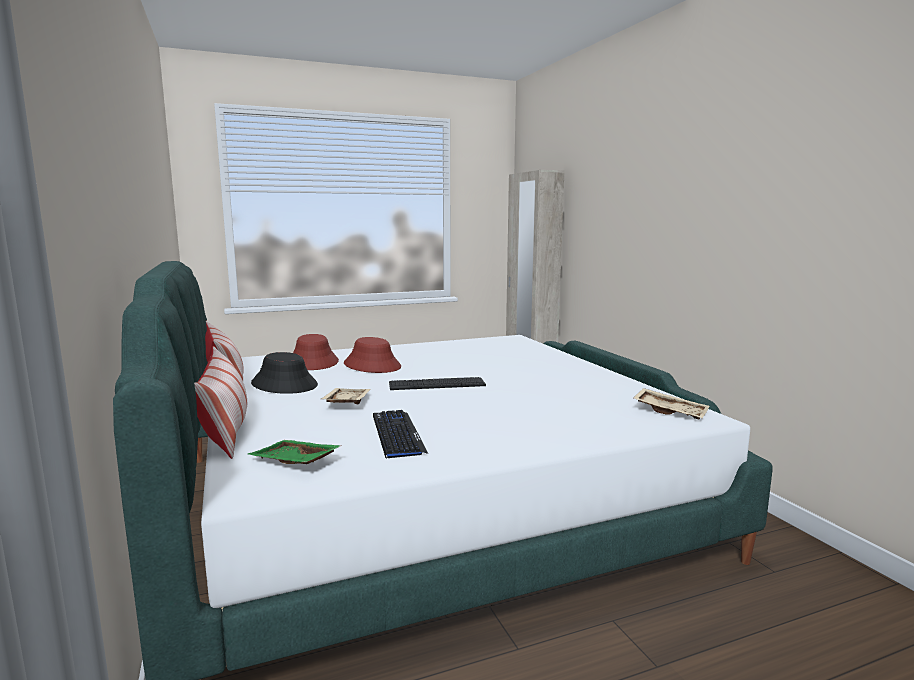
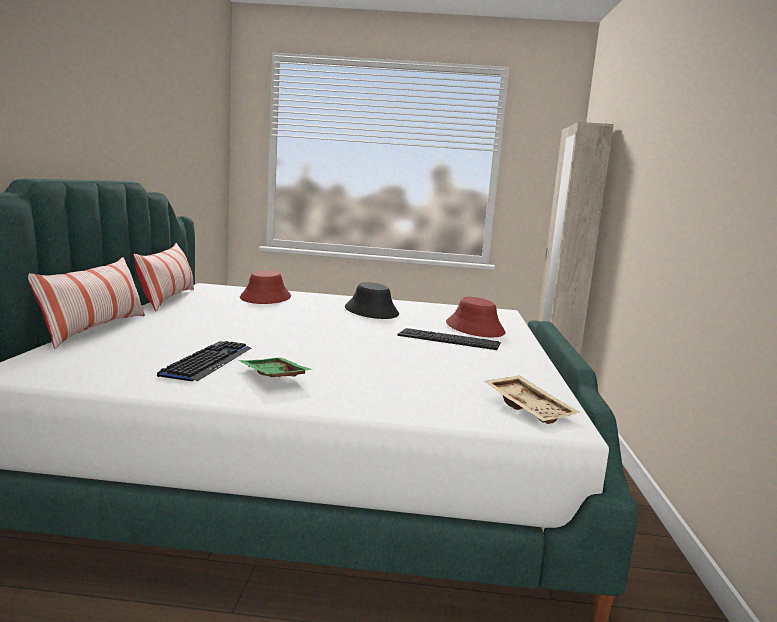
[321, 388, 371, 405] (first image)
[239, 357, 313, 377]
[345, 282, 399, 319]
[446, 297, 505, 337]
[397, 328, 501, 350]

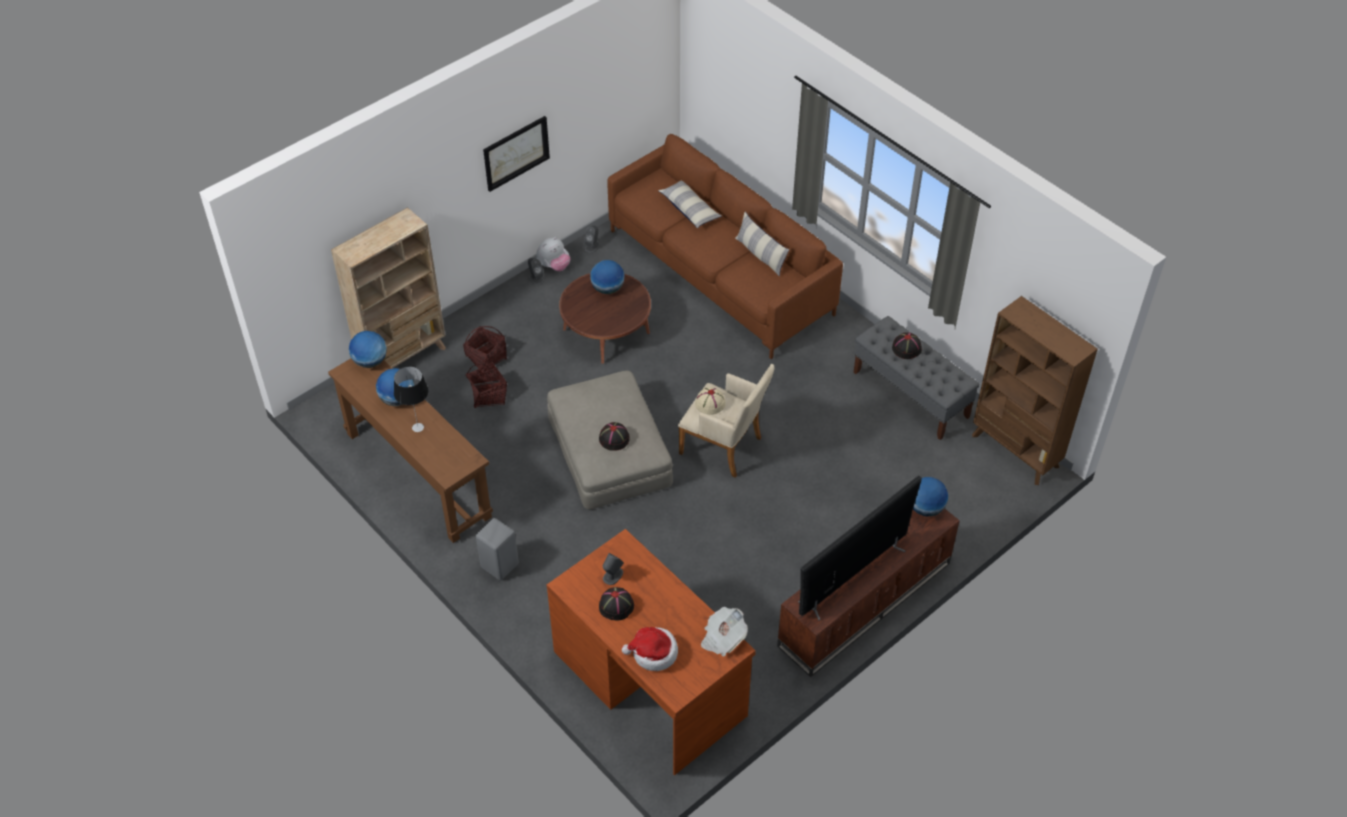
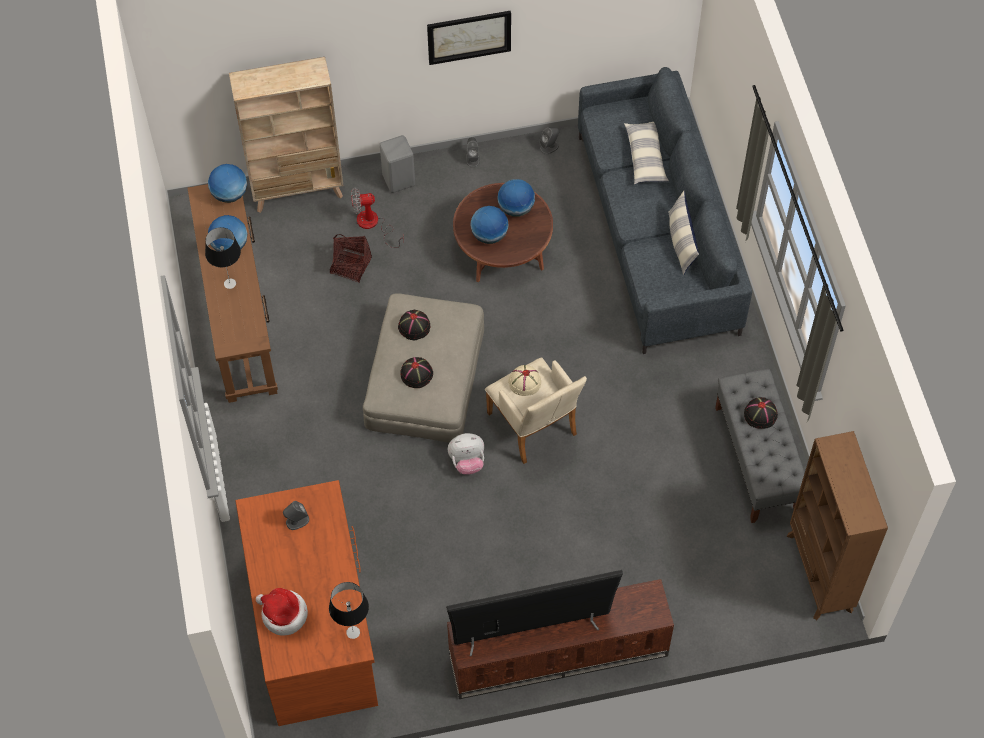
[380, 135, 415, 193]
[448, 433, 484, 475]
[398, 310, 430, 340]
[471, 206, 509, 244]
[351, 188, 404, 248]
[329, 582, 369, 639]
[578, 67, 752, 354]

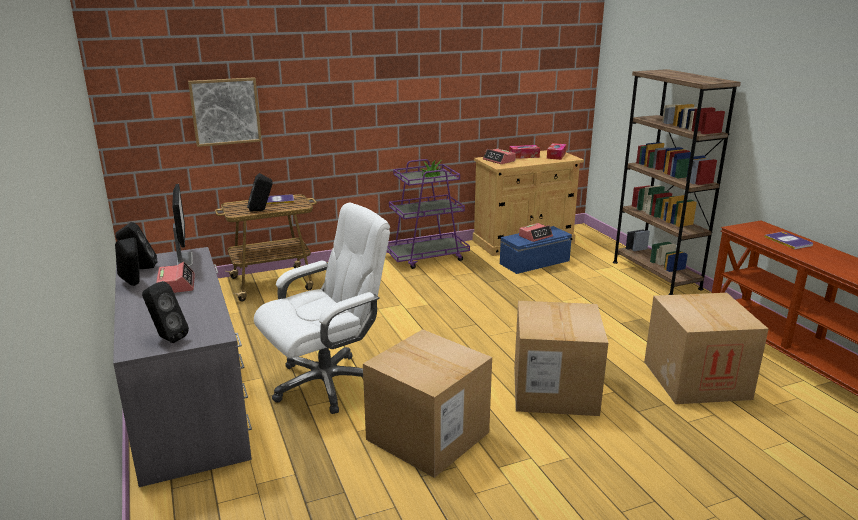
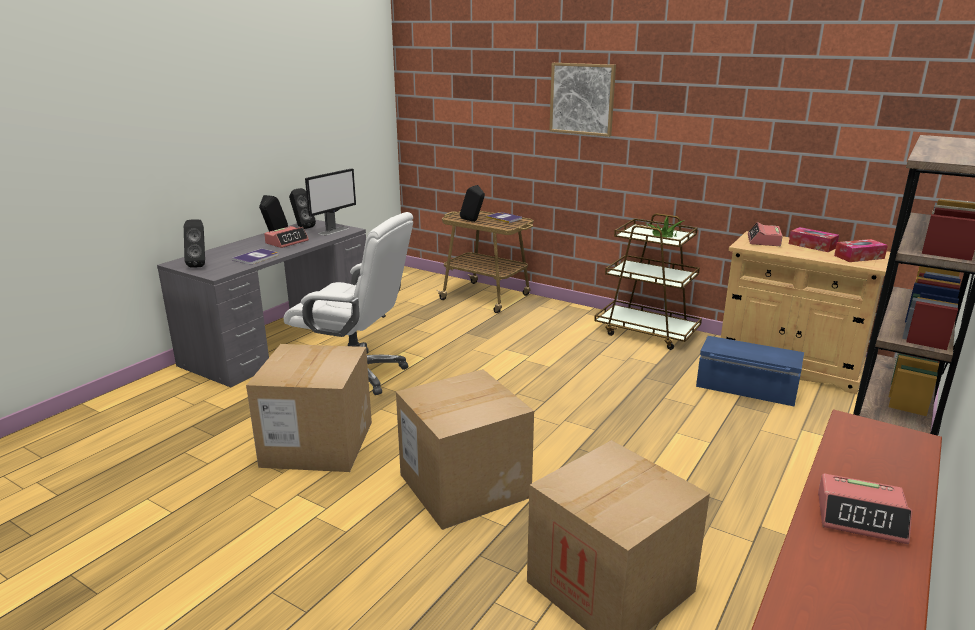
[549, 63, 616, 137]
[818, 473, 912, 544]
[232, 249, 278, 264]
[594, 213, 702, 350]

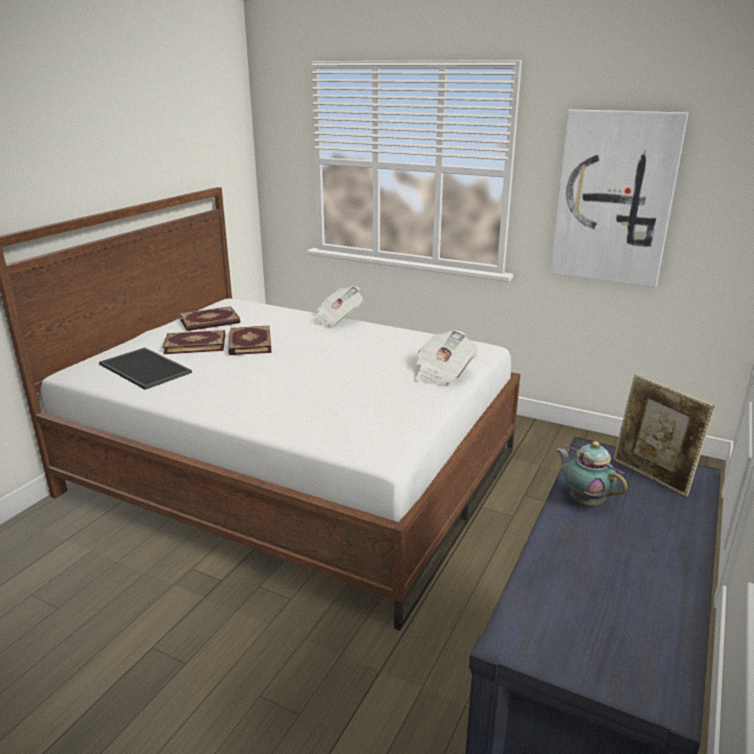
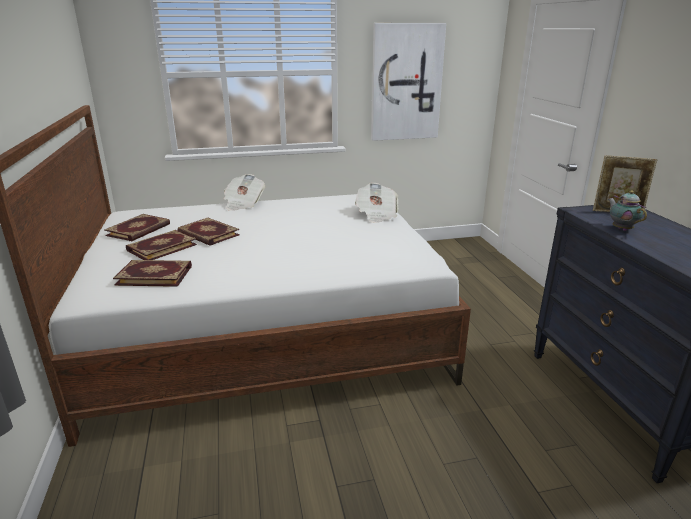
[113, 260, 192, 287]
[608, 190, 647, 231]

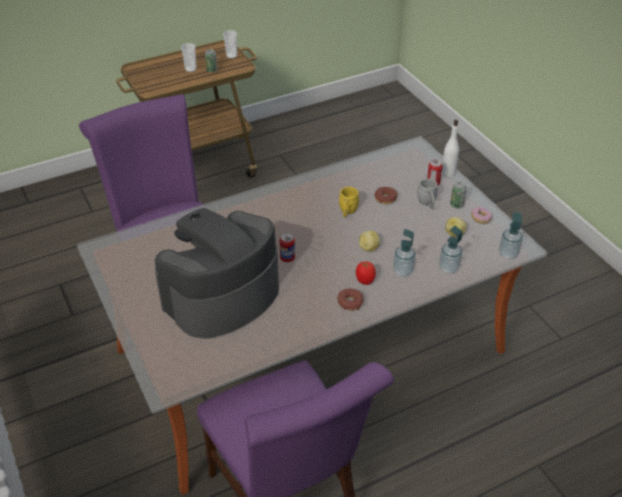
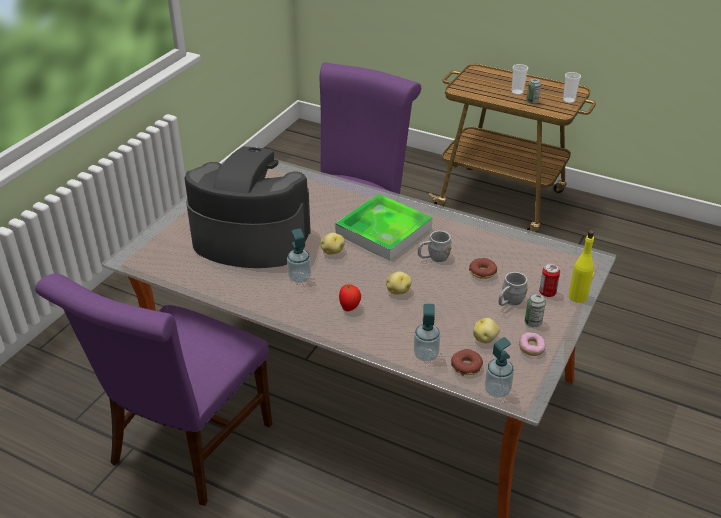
[335, 194, 432, 261]
[451, 349, 483, 376]
[287, 228, 311, 283]
[320, 233, 344, 255]
[418, 231, 452, 262]
[569, 230, 594, 303]

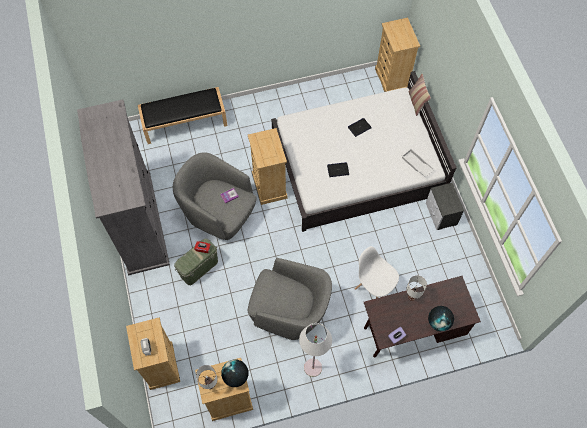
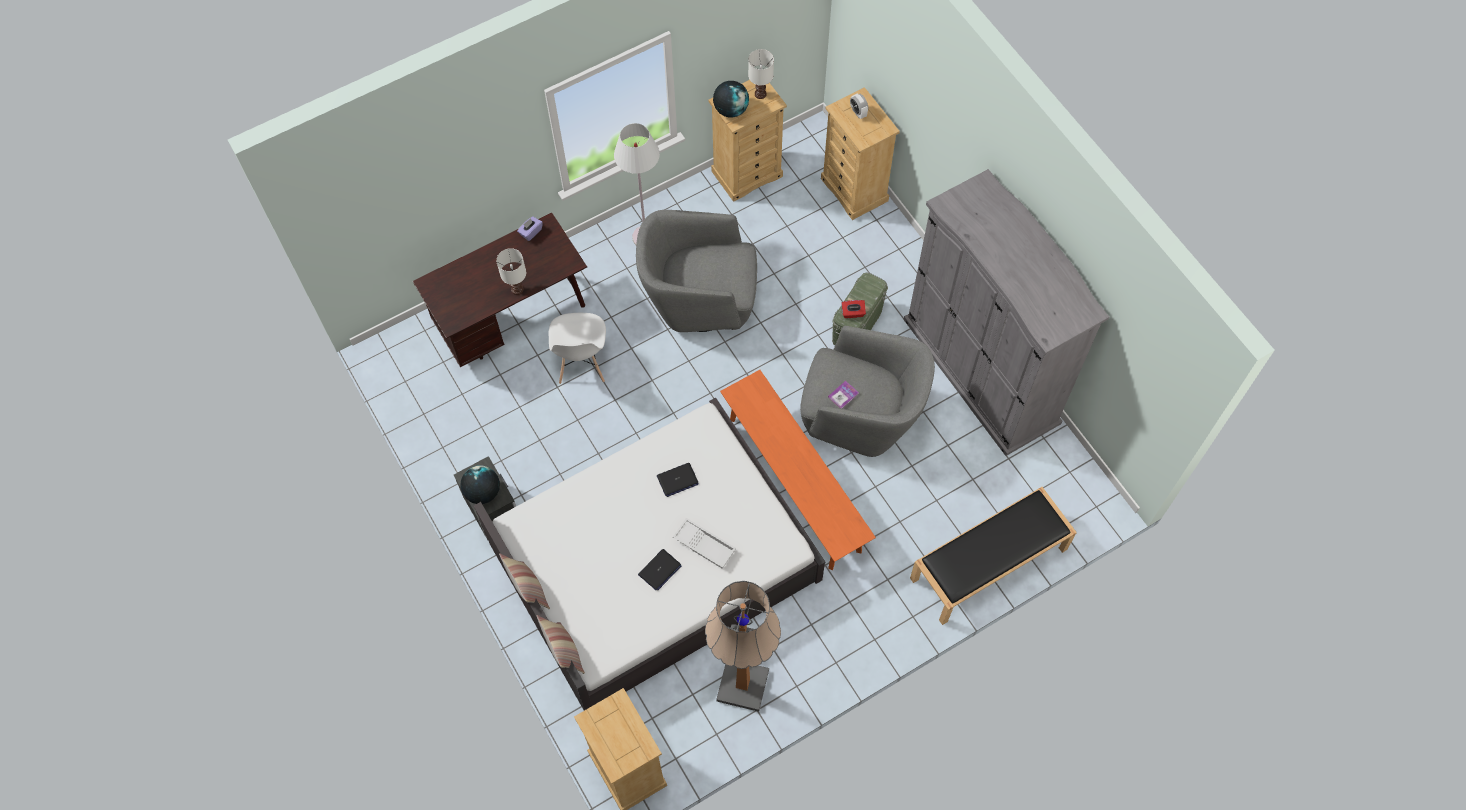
[499, 553, 550, 609]
[705, 581, 781, 712]
[673, 518, 736, 569]
[460, 466, 500, 504]
[720, 370, 876, 570]
[549, 313, 606, 384]

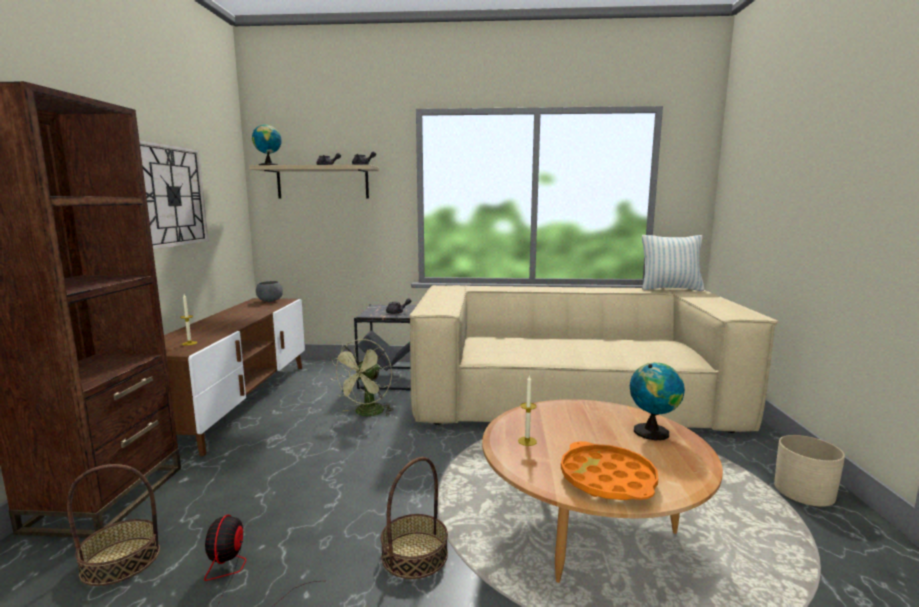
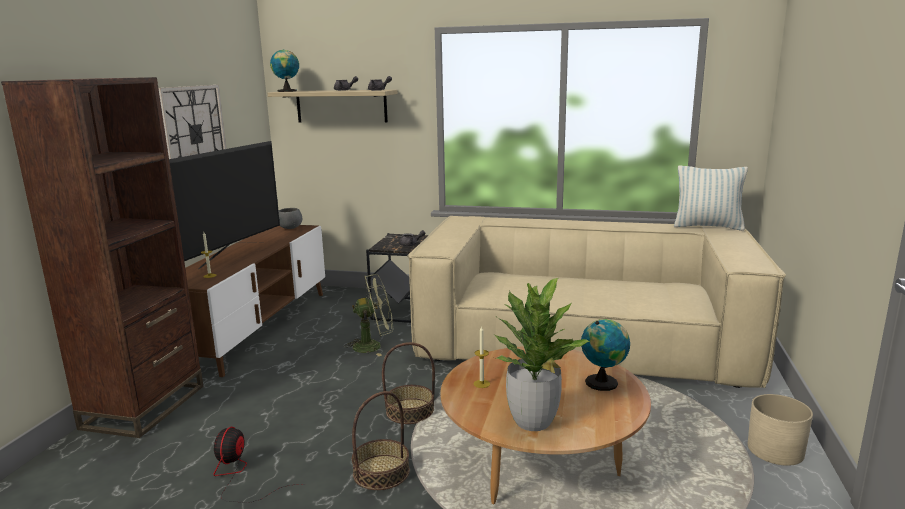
[169, 141, 280, 269]
[382, 342, 435, 424]
[495, 278, 589, 431]
[344, 274, 393, 356]

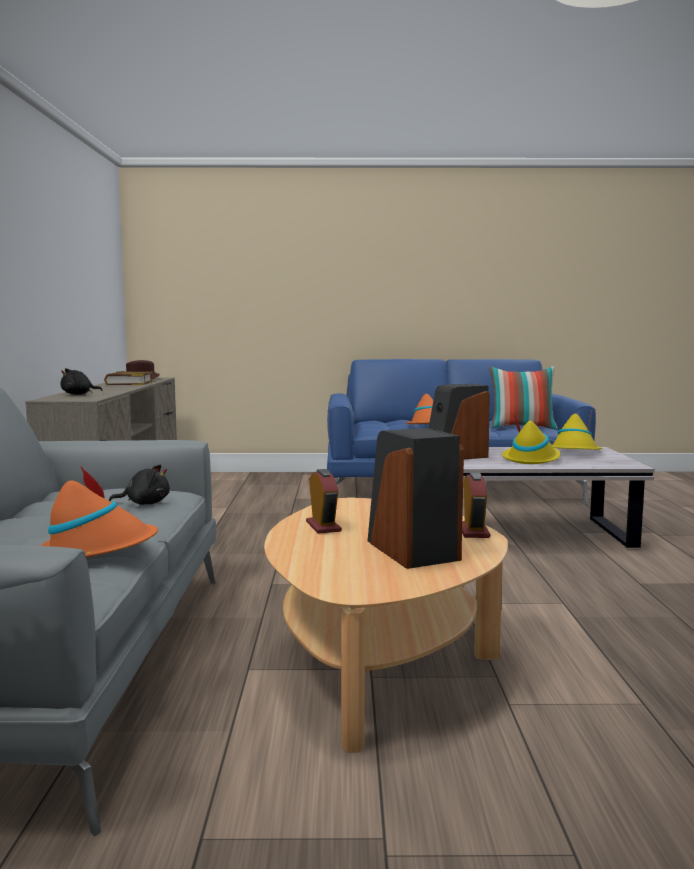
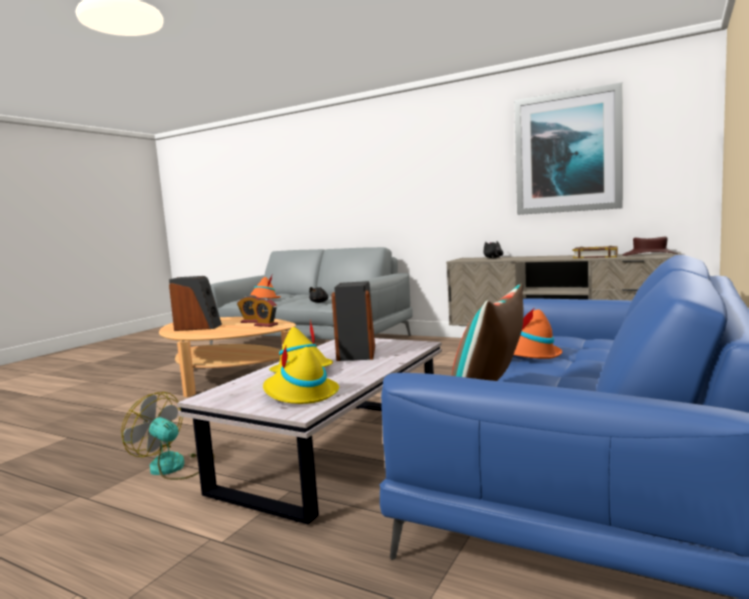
[121, 392, 214, 480]
[514, 82, 623, 215]
[252, 298, 278, 327]

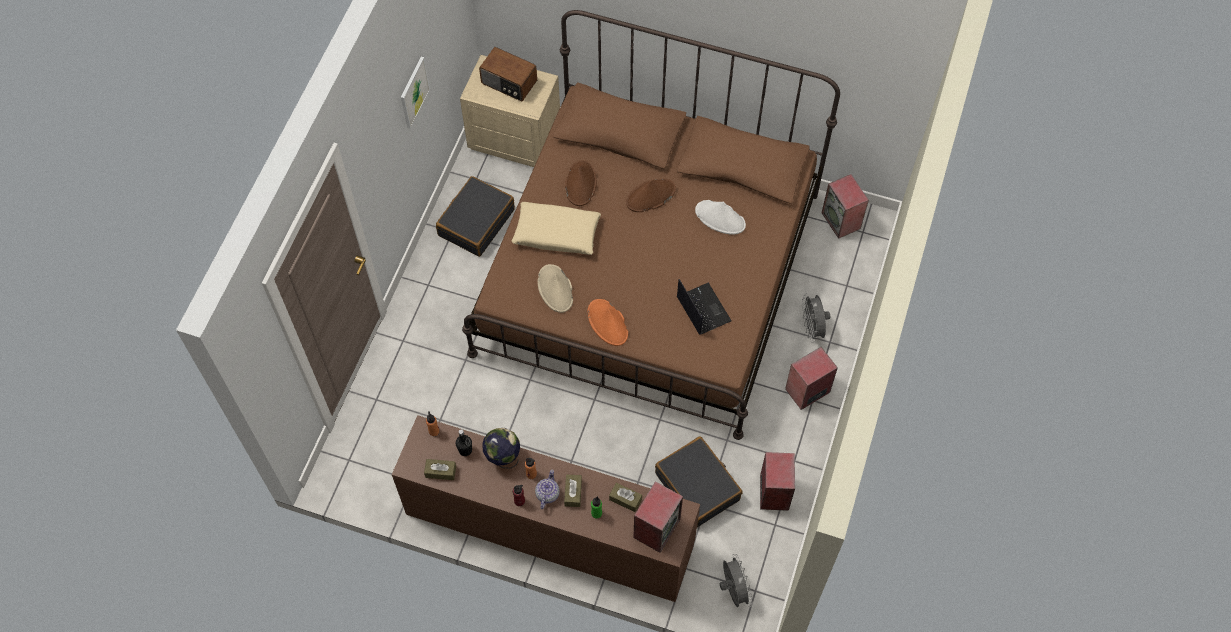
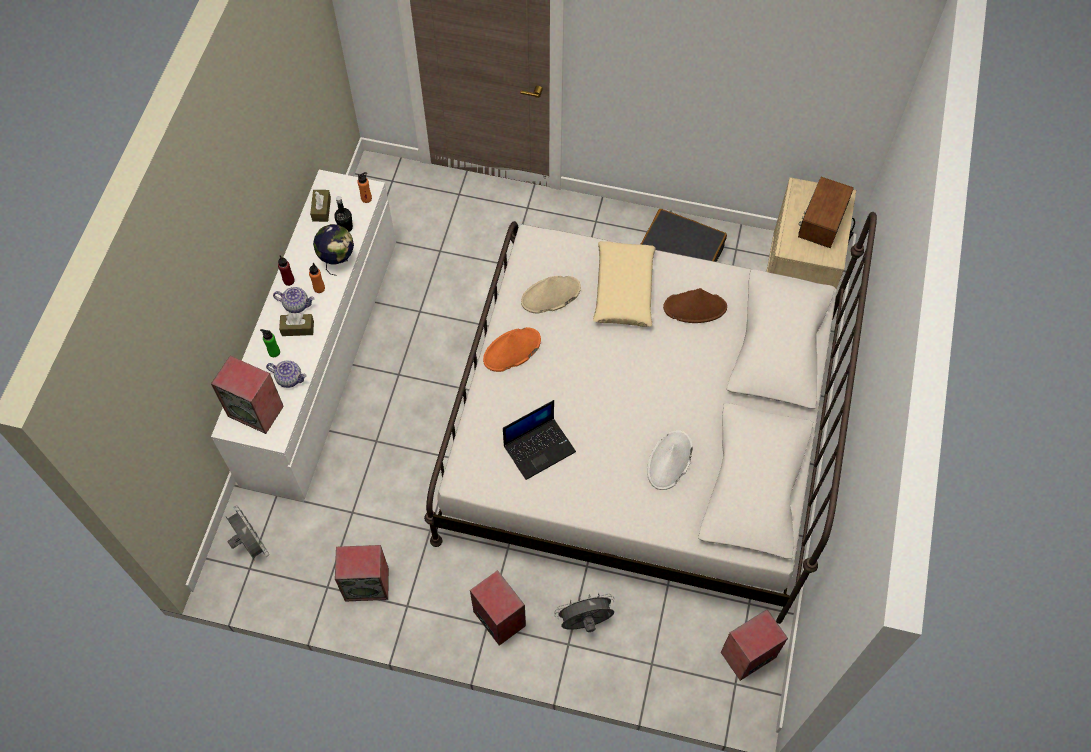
[401, 57, 430, 129] (first image)
[626, 179, 676, 212] (first image)
[655, 436, 742, 528] (first image)
[266, 361, 307, 388]
[211, 170, 396, 502]
[424, 212, 877, 624]
[226, 505, 269, 561]

